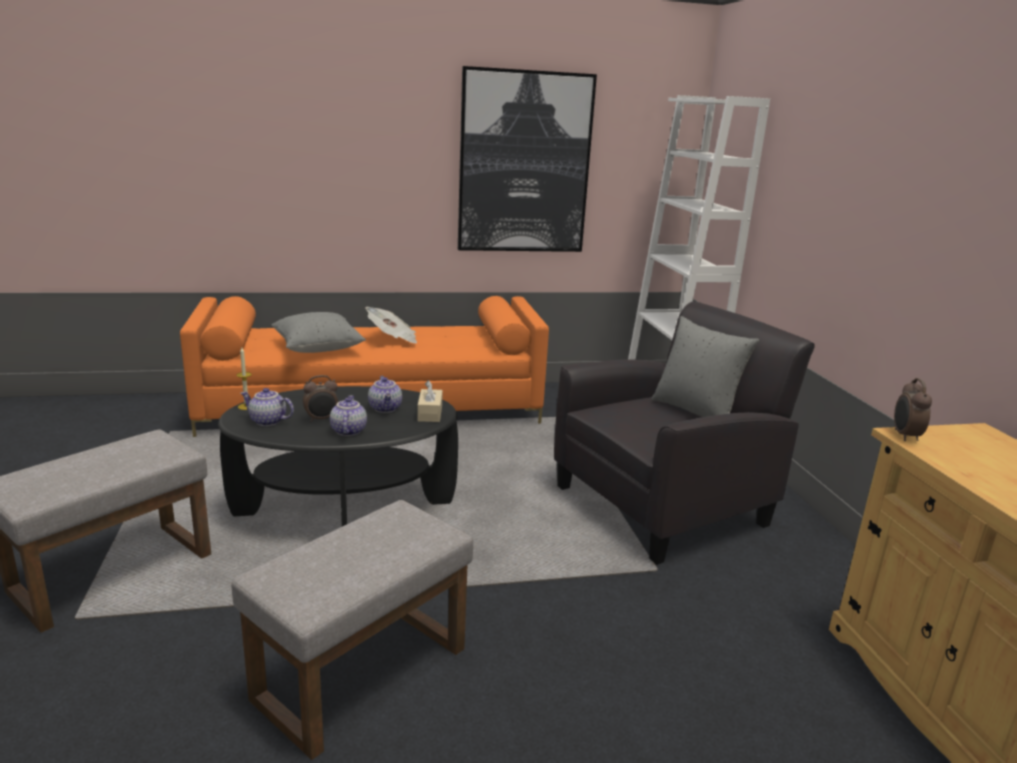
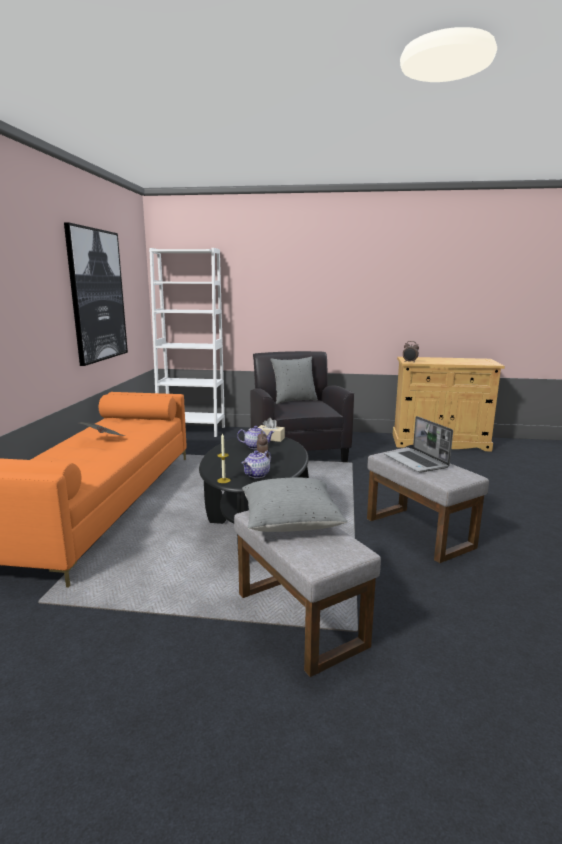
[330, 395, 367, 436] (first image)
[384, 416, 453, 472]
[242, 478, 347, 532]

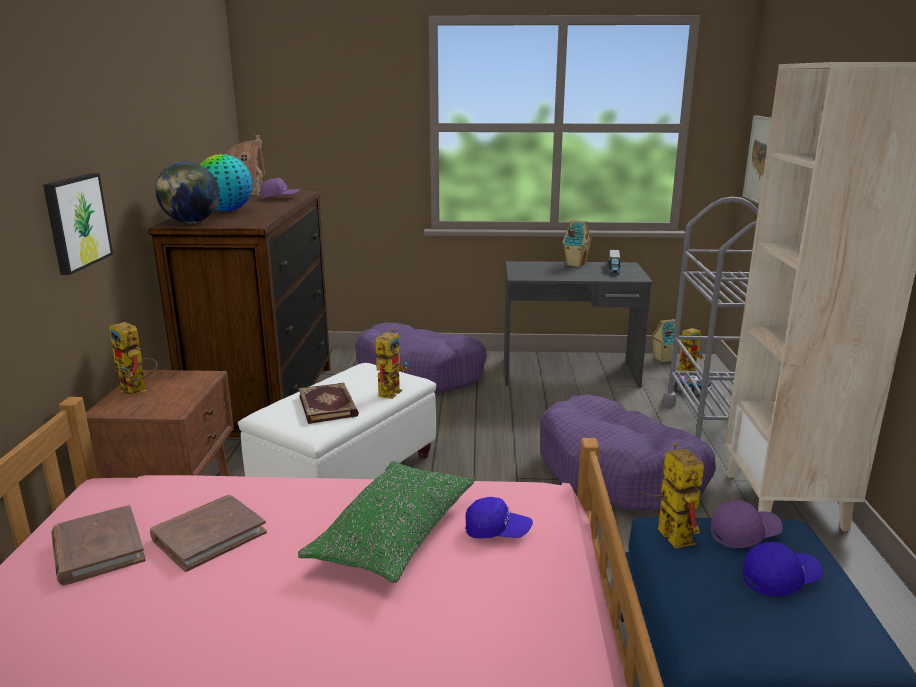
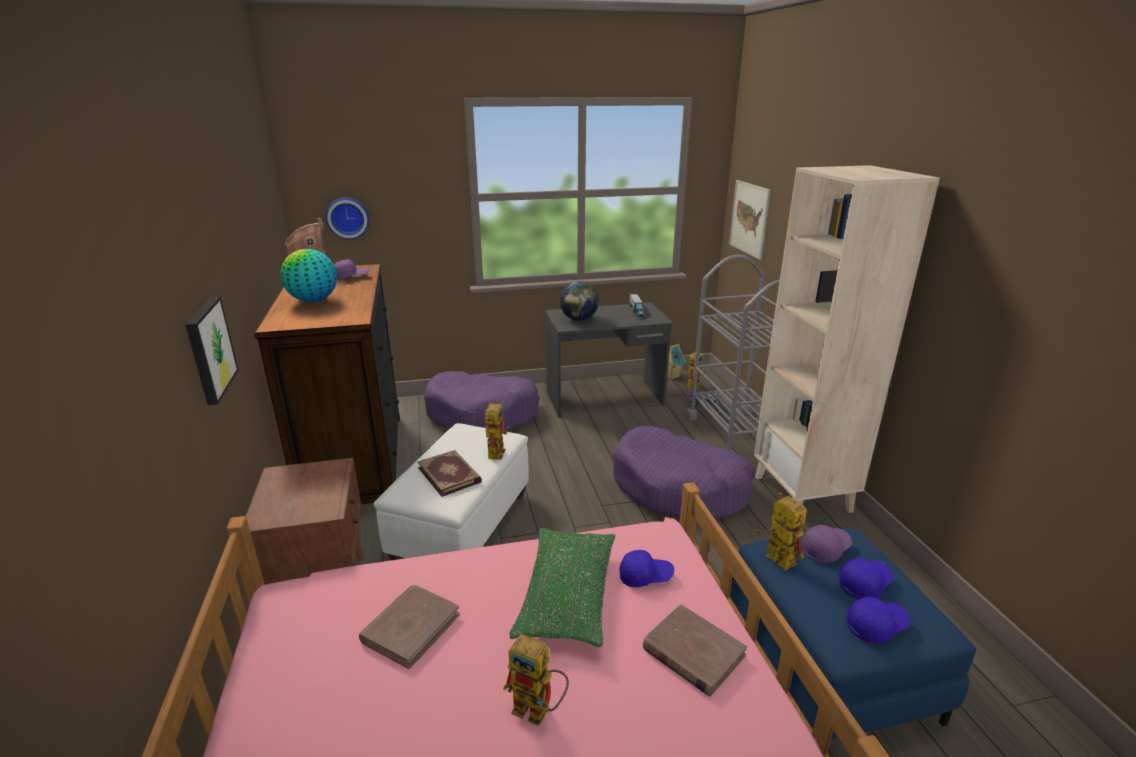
[562, 220, 592, 267] (first image)
[326, 197, 370, 239]
[847, 597, 910, 643]
[643, 604, 747, 696]
[503, 634, 569, 726]
[560, 281, 599, 321]

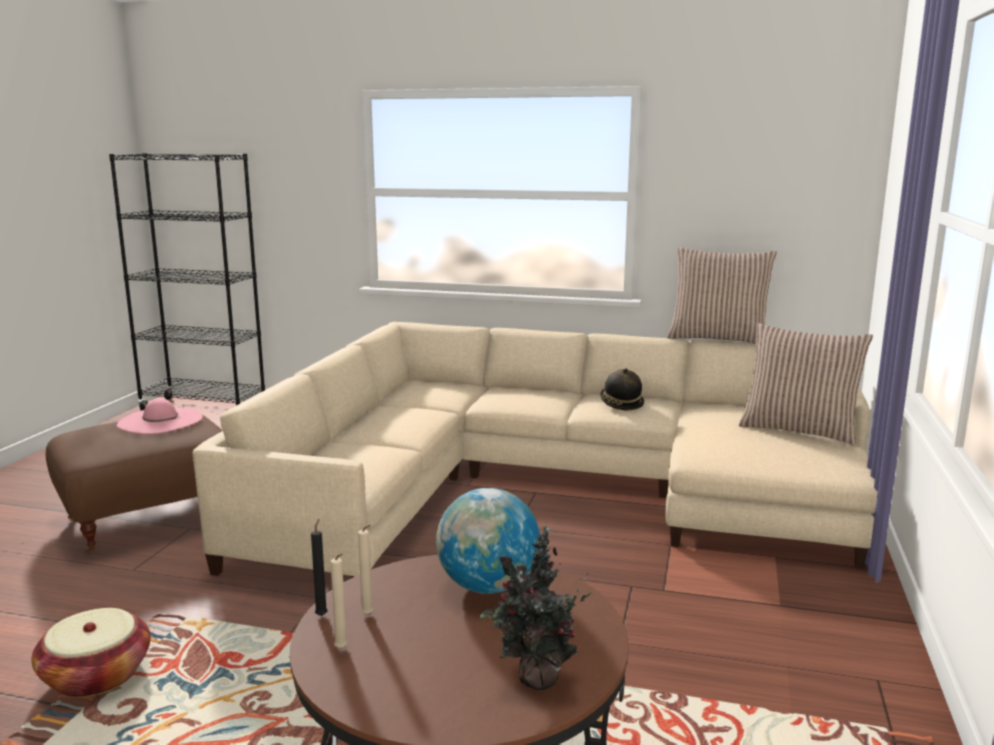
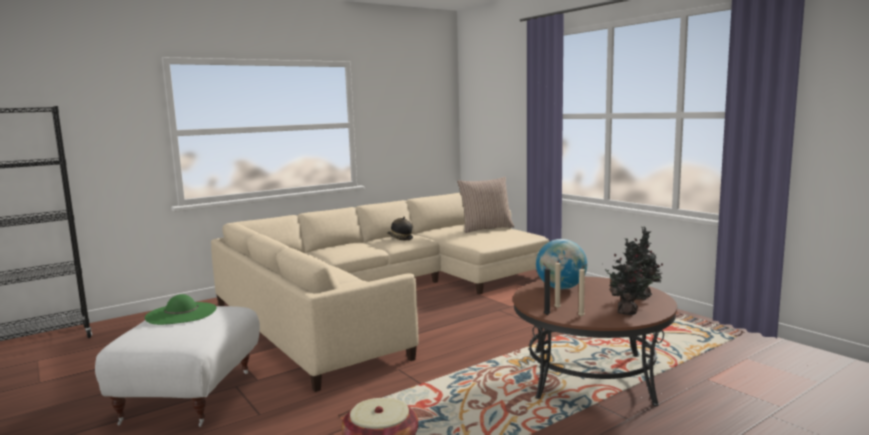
[667, 247, 777, 343] (first image)
[605, 238, 660, 315]
[95, 306, 260, 427]
[145, 294, 217, 325]

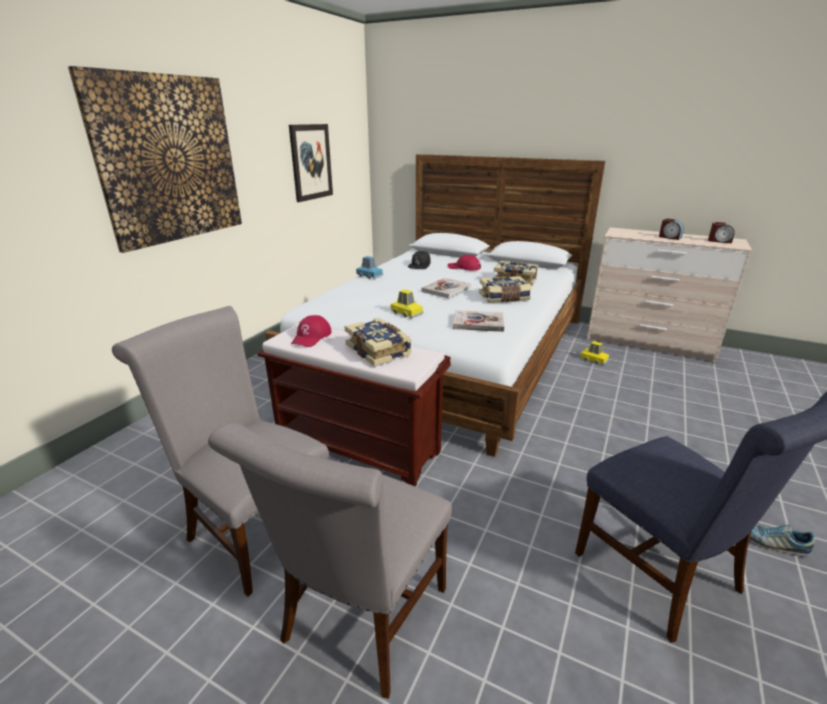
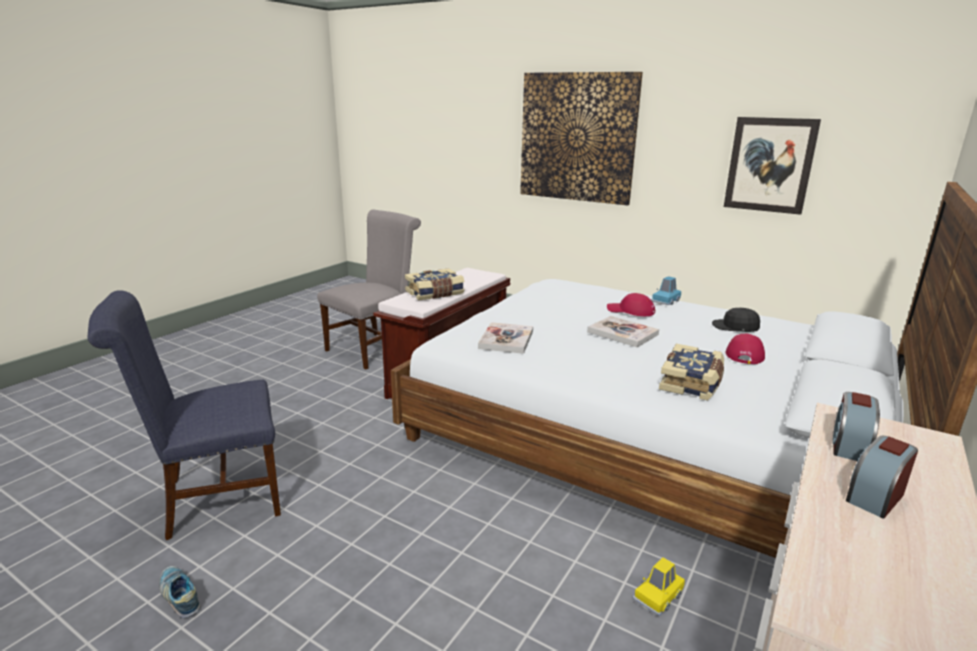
[208, 423, 452, 699] (first image)
[391, 289, 424, 318] (first image)
[479, 276, 532, 303] (first image)
[607, 293, 655, 316]
[833, 392, 880, 461]
[159, 566, 201, 618]

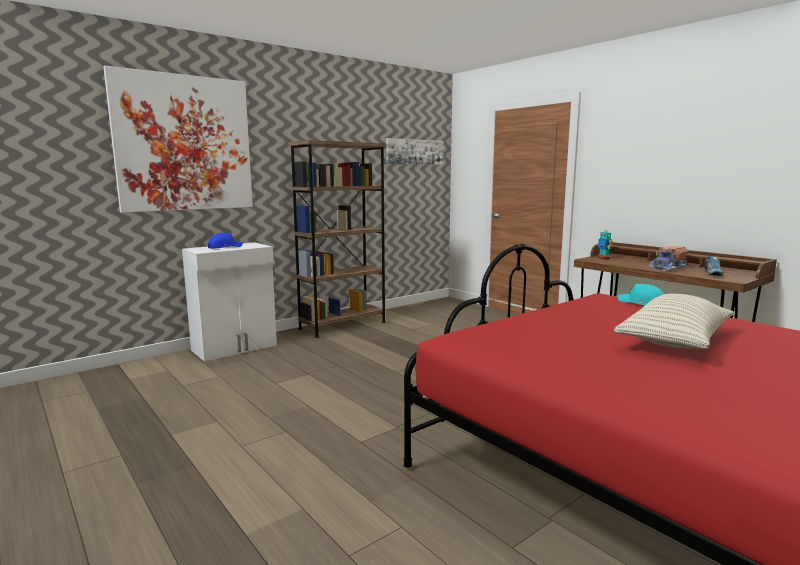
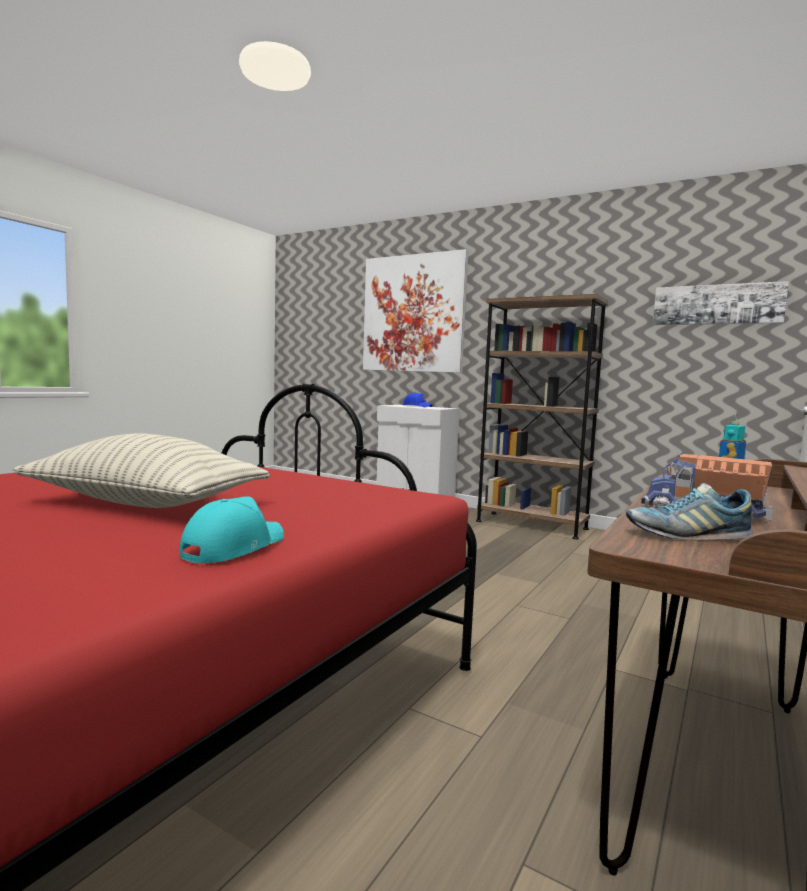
[180, 496, 284, 563]

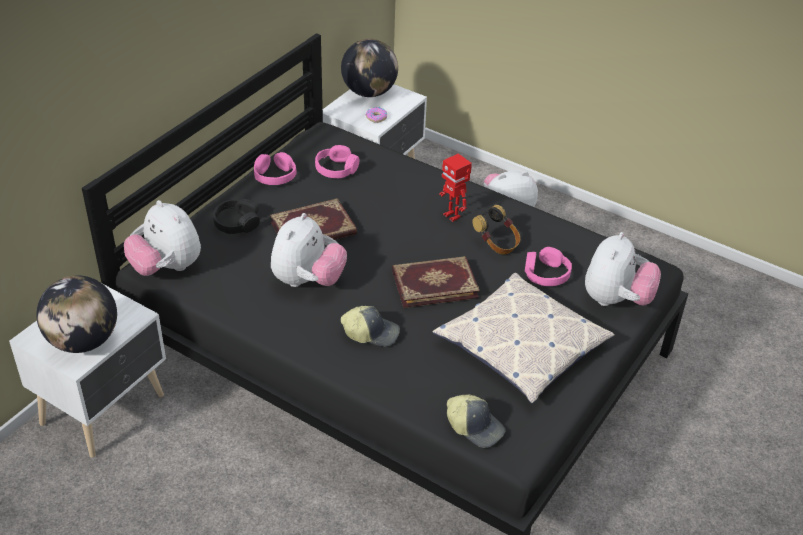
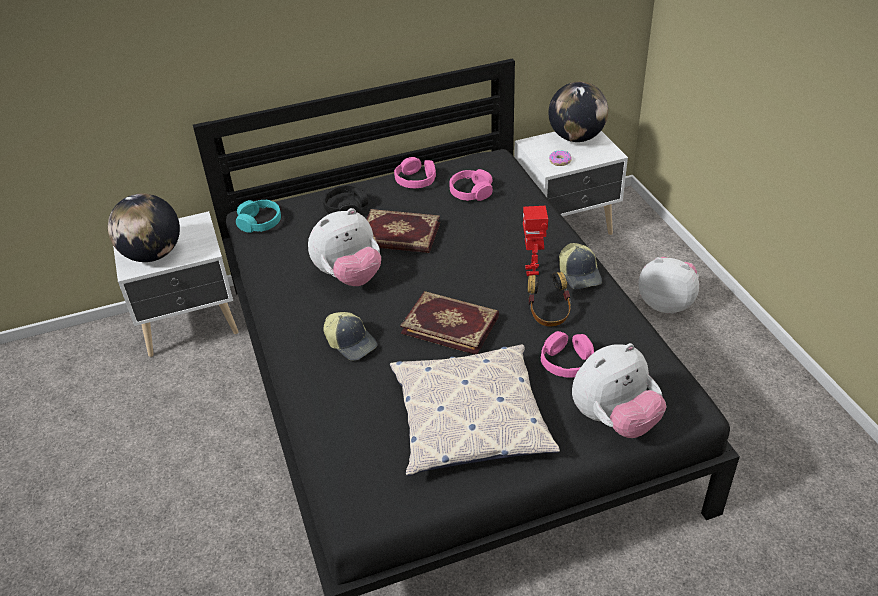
[559, 243, 602, 290]
[236, 200, 281, 233]

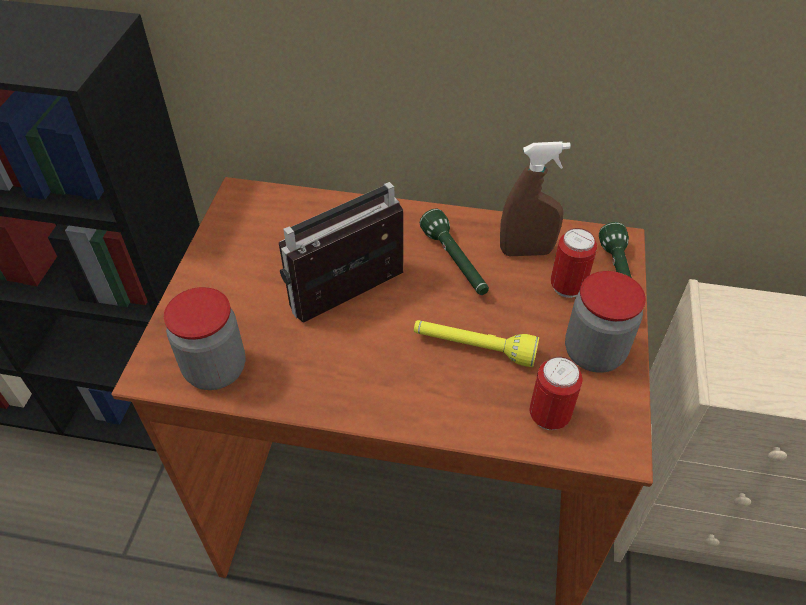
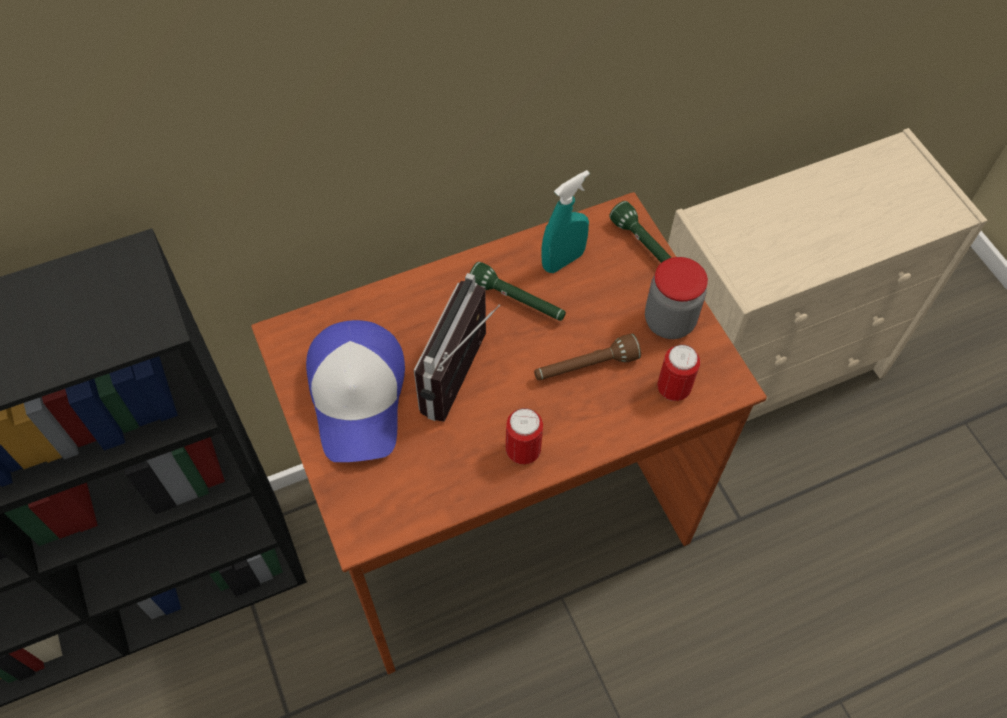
[164, 287, 245, 390] (first image)
[306, 320, 405, 462]
[506, 408, 543, 464]
[534, 334, 641, 380]
[541, 170, 590, 273]

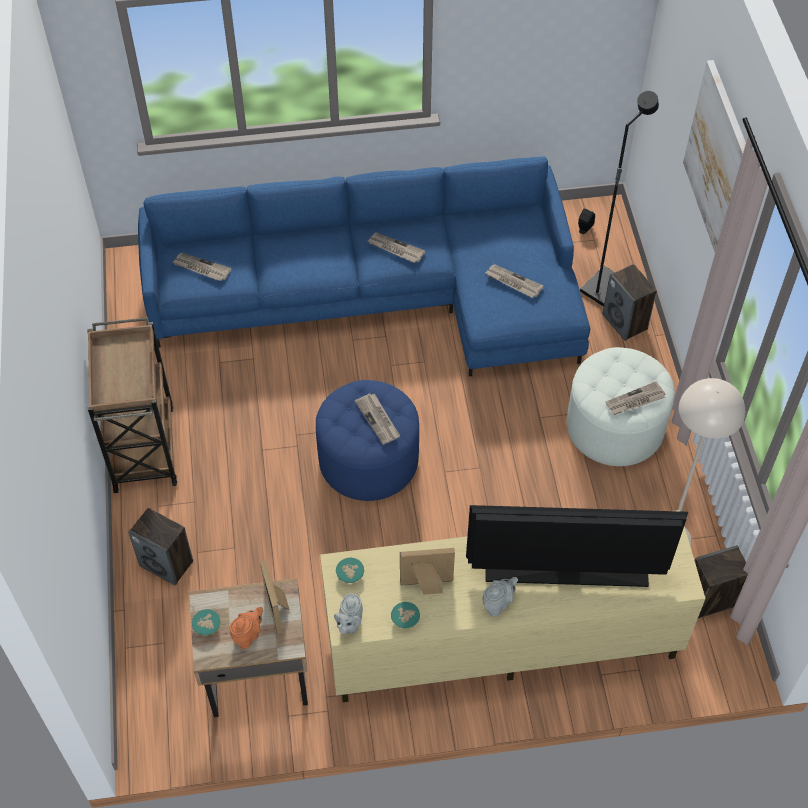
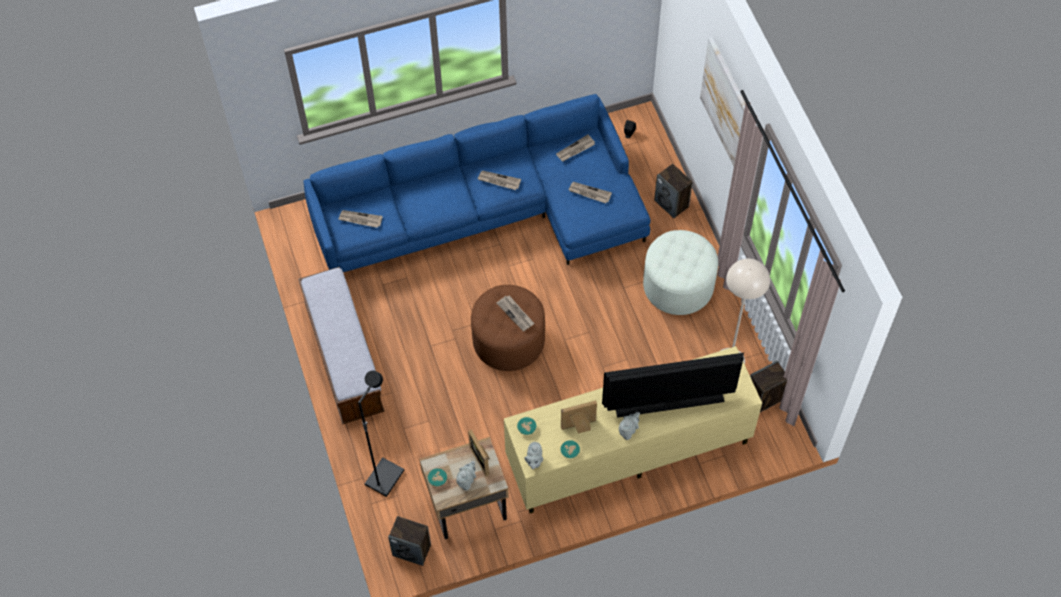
[388, 516, 431, 566]
[358, 371, 404, 497]
[556, 135, 595, 161]
[298, 267, 385, 425]
[456, 461, 476, 491]
[471, 285, 545, 371]

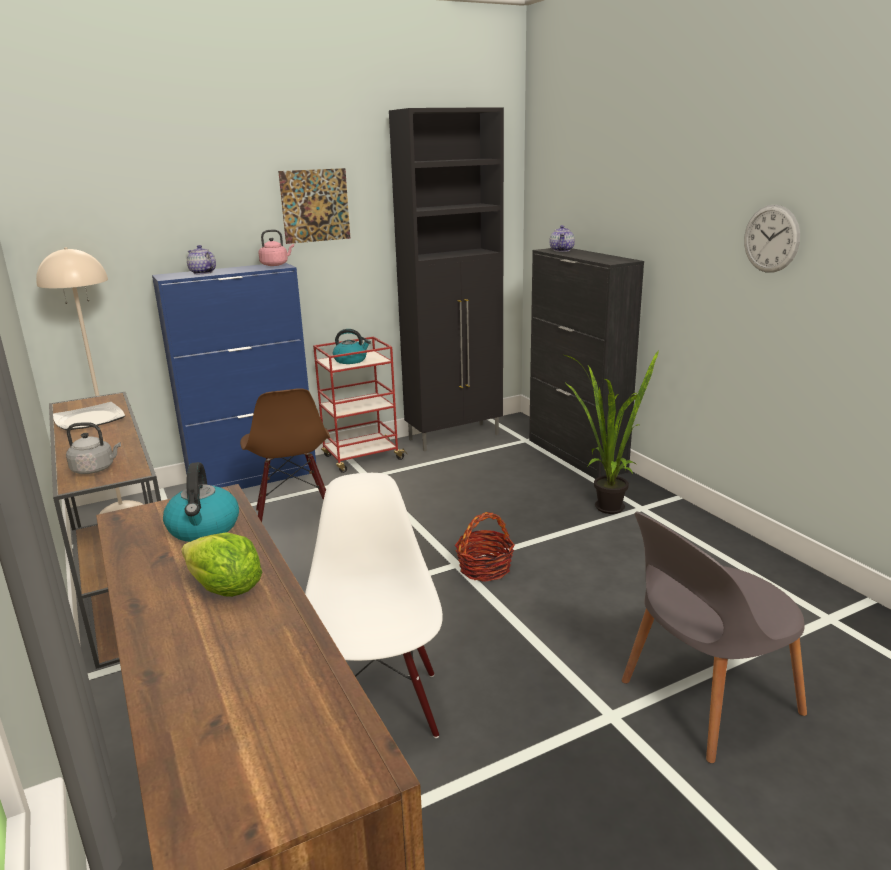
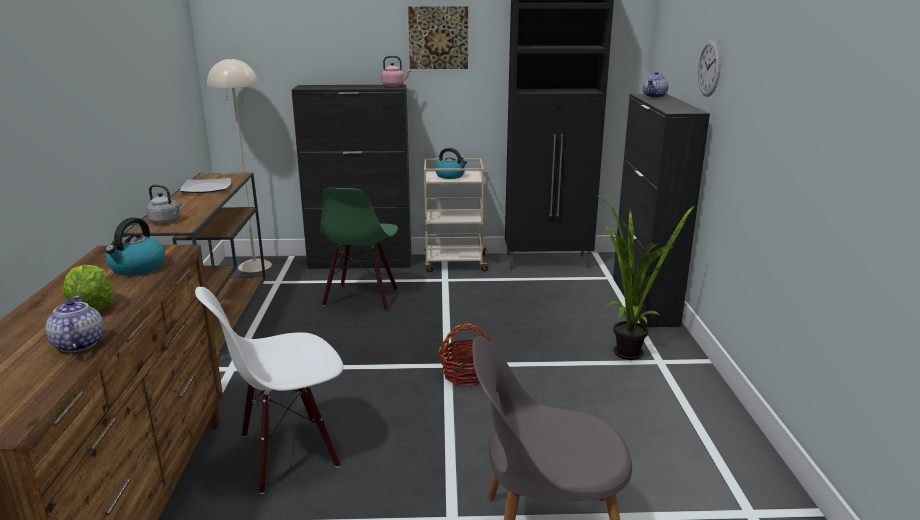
[46, 296, 104, 352]
[698, 40, 721, 97]
[291, 85, 411, 269]
[320, 188, 398, 311]
[424, 158, 491, 272]
[195, 287, 343, 494]

